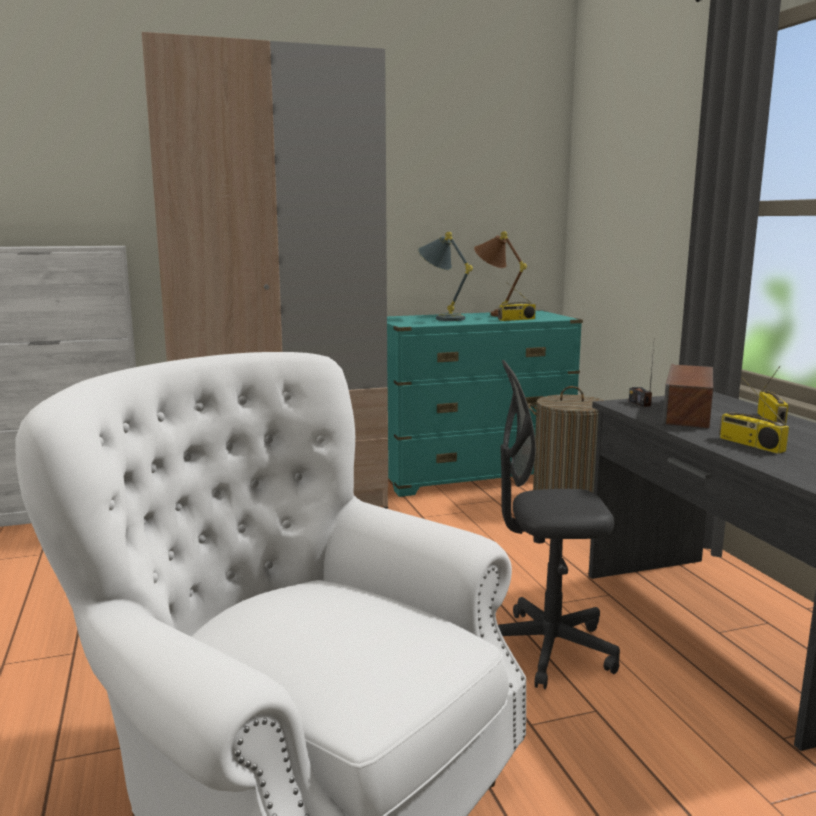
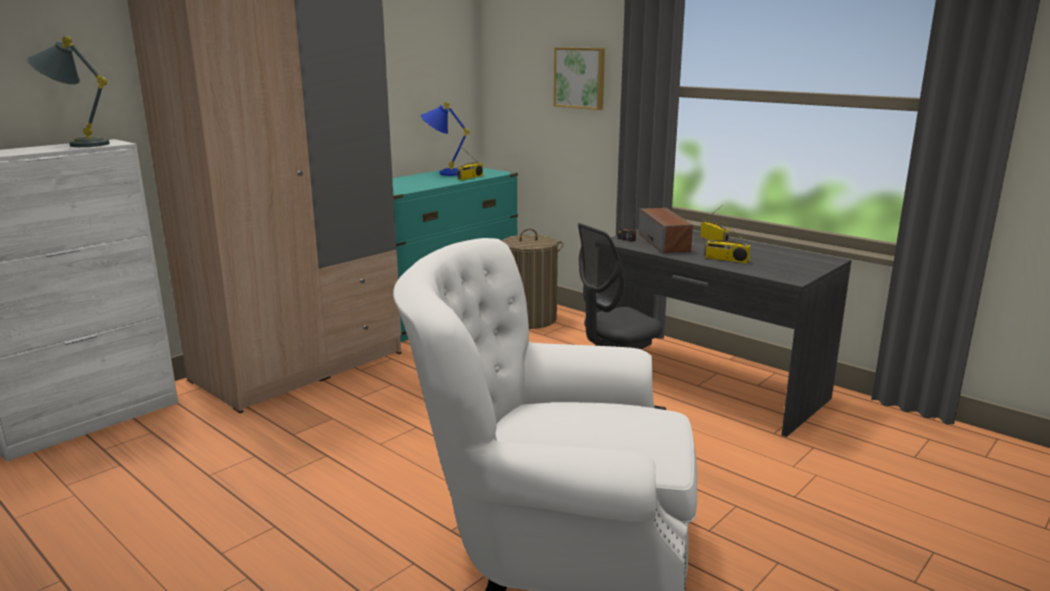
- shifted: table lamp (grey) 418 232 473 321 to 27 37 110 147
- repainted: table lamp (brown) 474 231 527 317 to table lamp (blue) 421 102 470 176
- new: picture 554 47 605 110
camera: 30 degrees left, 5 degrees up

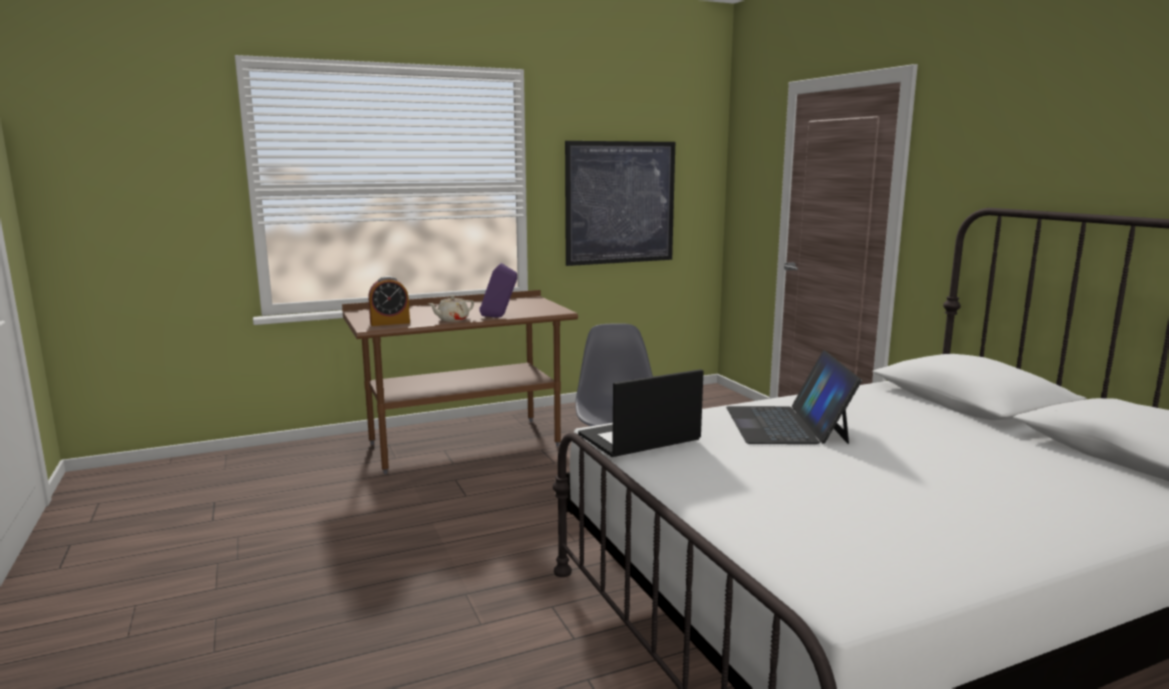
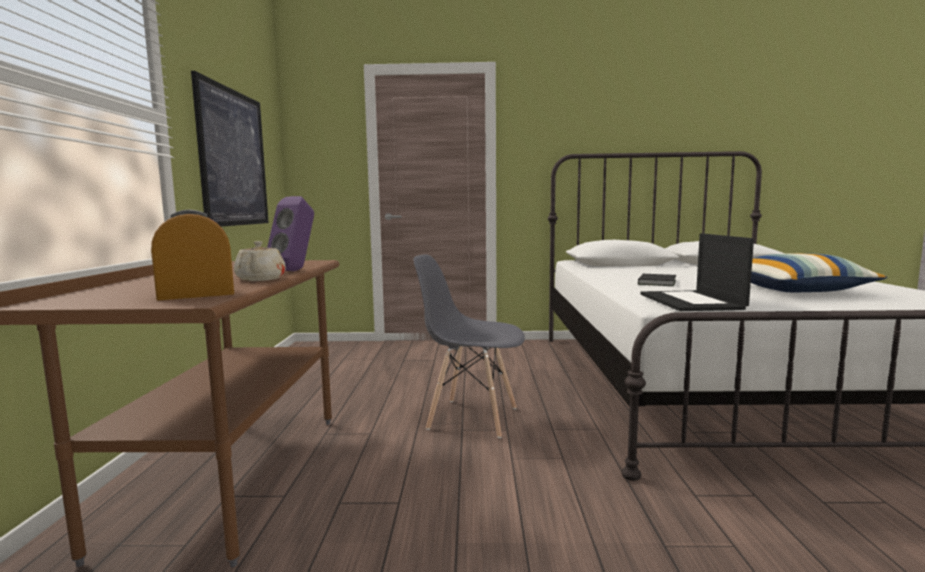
- rotated: alarm clock 368 276 410 326 = 151 209 234 300 120 degrees counterclockwise
- swapped: laptop 726 350 862 444 to book (black) 638 274 676 286
- new: pillow 751 253 887 292
camera: 65 degrees left, 5 degrees down

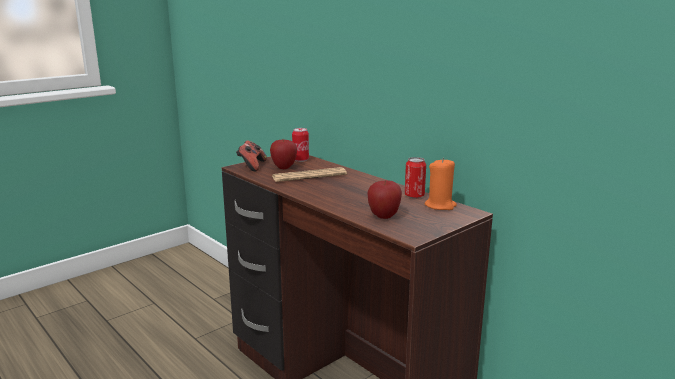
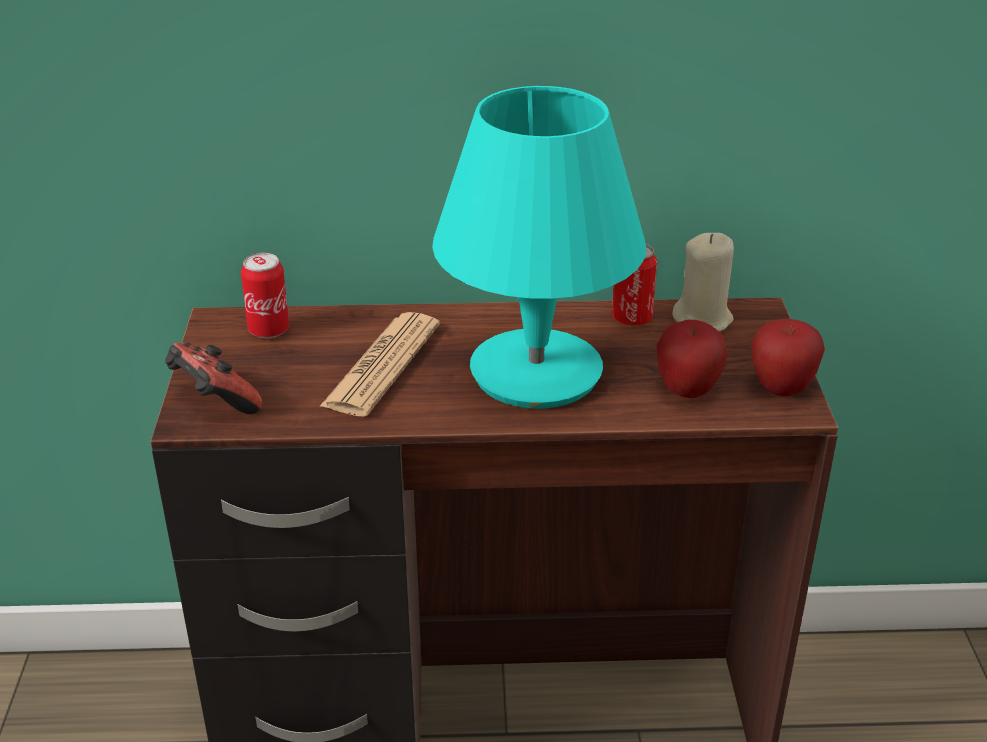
- new: table lamp (turquoise) 432 86 646 409
- repainted: candle (orange) 425 158 457 210 to candle (beige) 672 233 734 332
- shifted: apple 270 140 297 169 to 751 319 825 396
camera: 50 degrees left, 15 degrees up

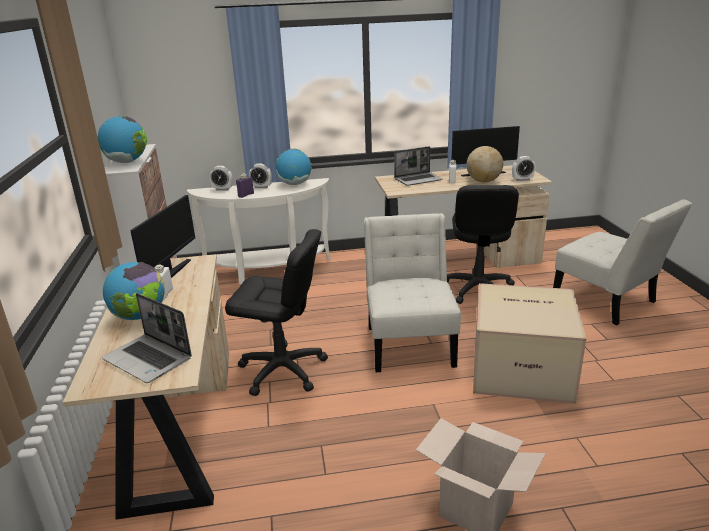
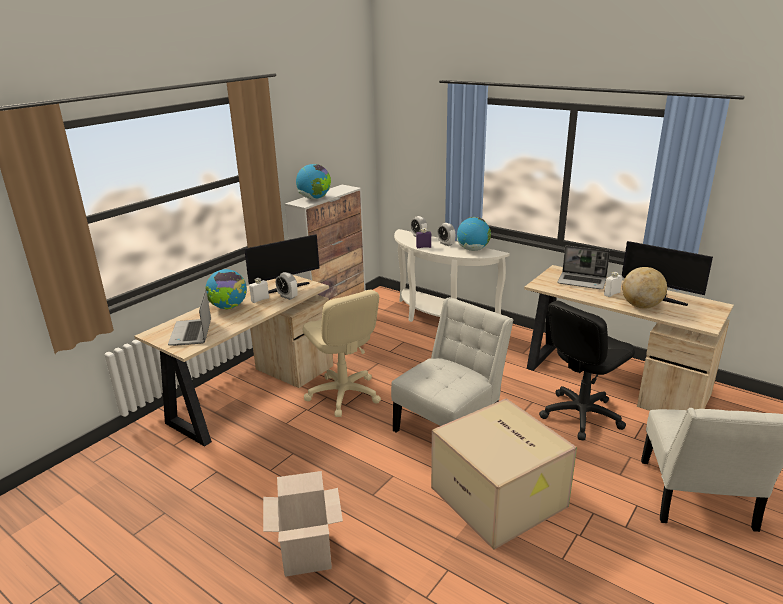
- shifted: alarm clock 512 156 535 181 to 276 272 298 300
- repainted: office chair (black) 225 229 328 396 to office chair (beige) 303 290 381 417
camera: 45 degrees right, 0 degrees up

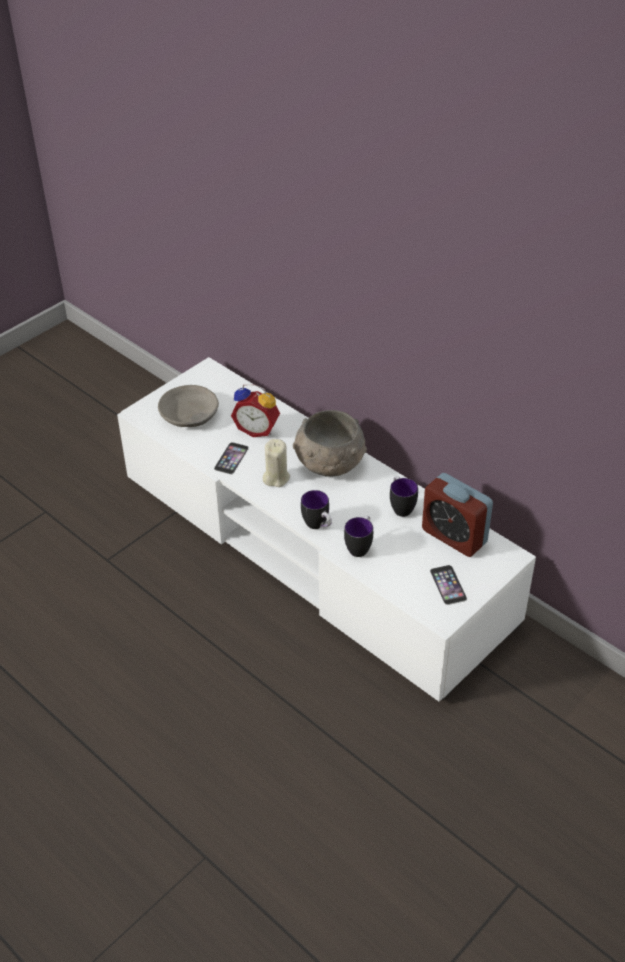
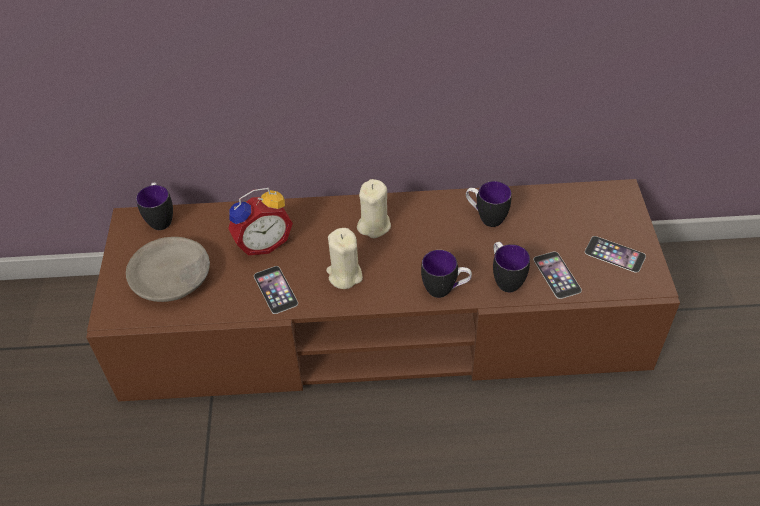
- repainted: tv stand (white) 117 357 536 701 to tv stand (brown) 86 179 680 402
- new: mug 136 182 173 230
- swapped: bowl (grey) 293 410 367 477 to candle (beige) 357 179 391 238
- new: phone 533 251 582 299
- gone: alarm clock 422 473 493 557
camera: 45 degrees left, 5 degrees up

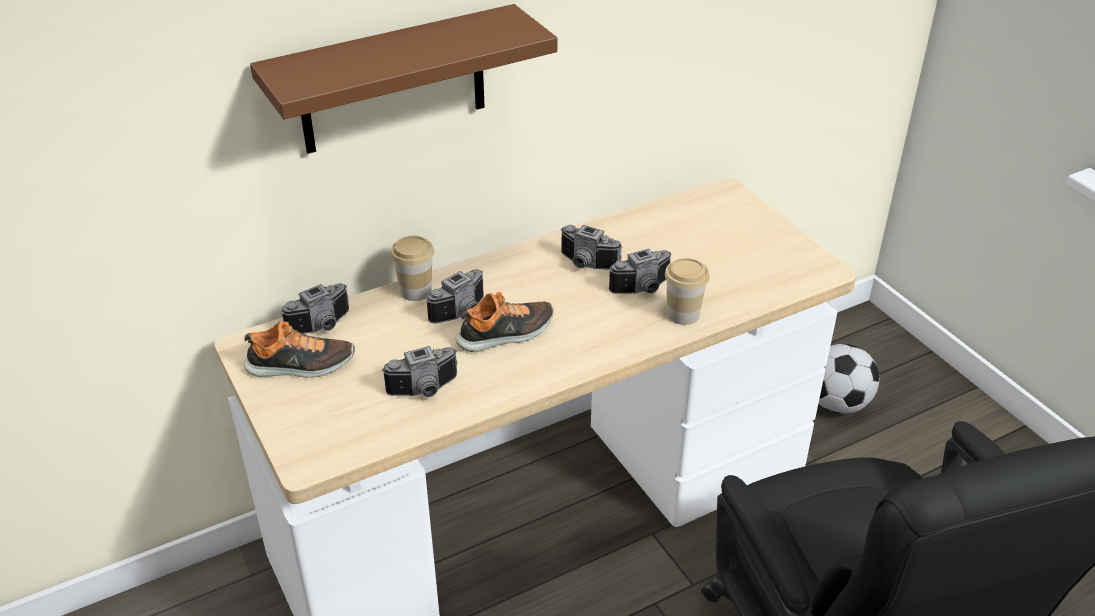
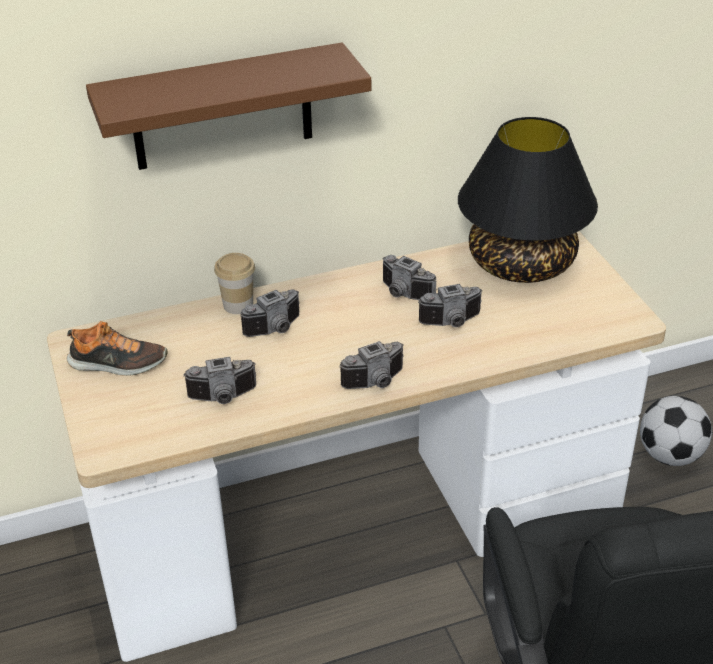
- shifted: photo camera 281 283 349 334 to 340 341 404 389
- new: table lamp (black) 458 117 598 283
- gone: shoe 455 292 554 352
- gone: cup 665 258 710 325
camera: 10 degrees right, 0 degrees up

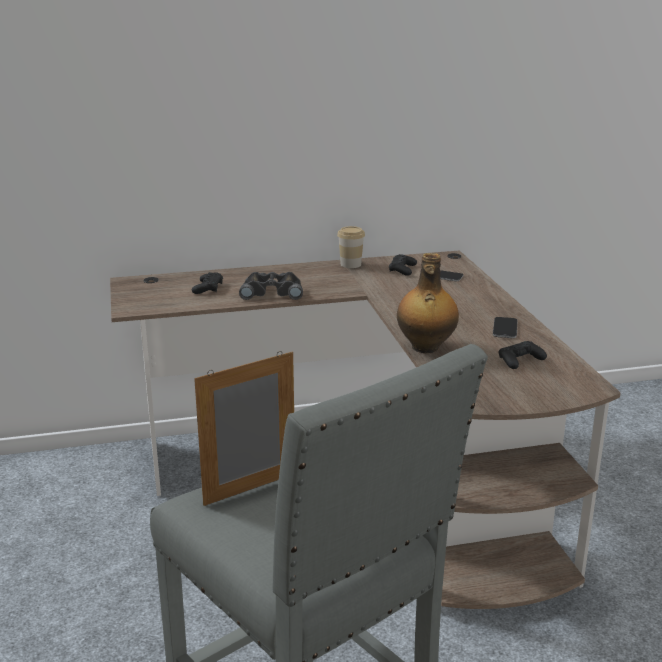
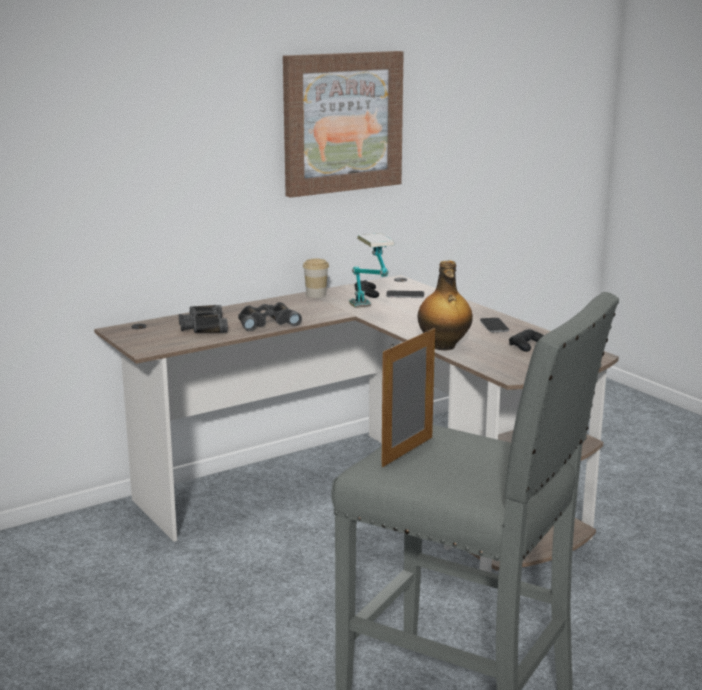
- swapped: game controller (black) 192 272 223 294 to binoculars (black) 179 305 228 333
- new: picture 283 51 404 198
- new: table lamp 349 233 394 308
camera: 20 degrees left, 5 degrees down

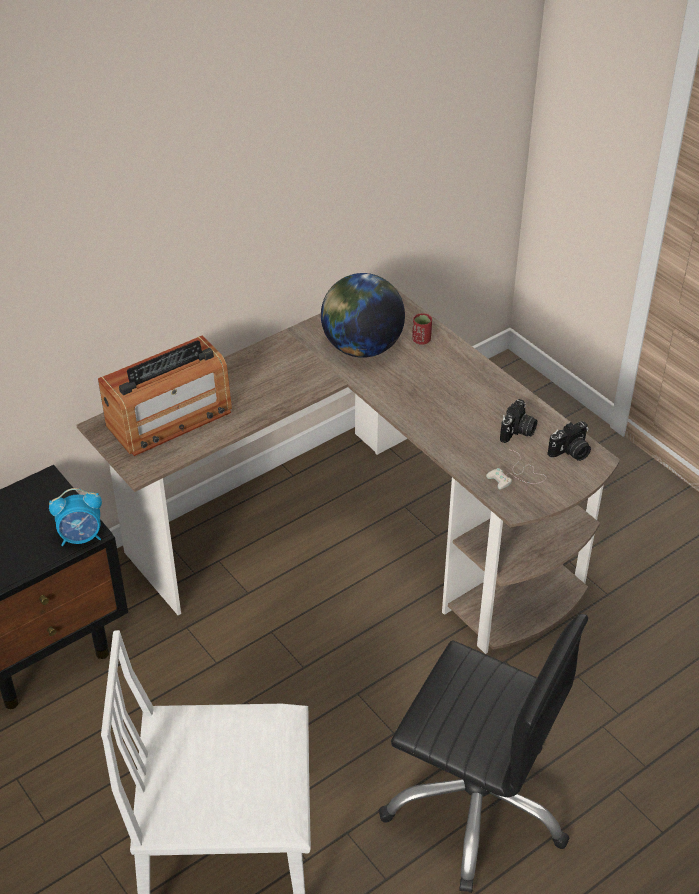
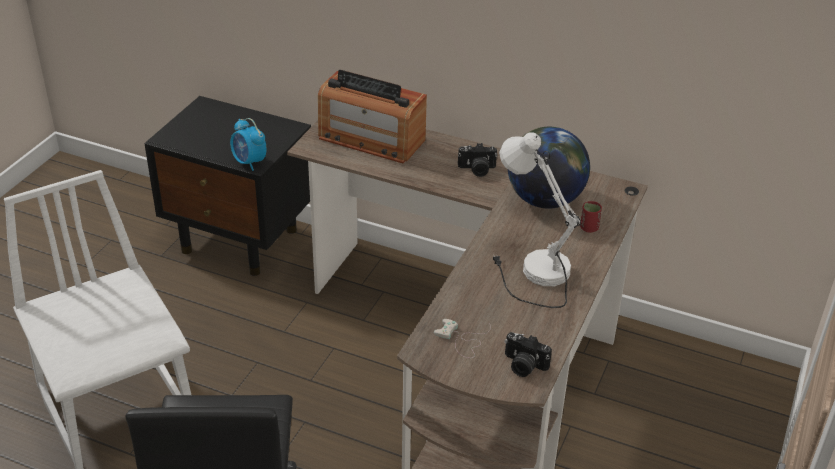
- shifted: photo camera 500 399 537 443 to 458 143 497 177
- new: table lamp (white) 493 132 581 308
camera: 60 degrees right, 5 degrees down

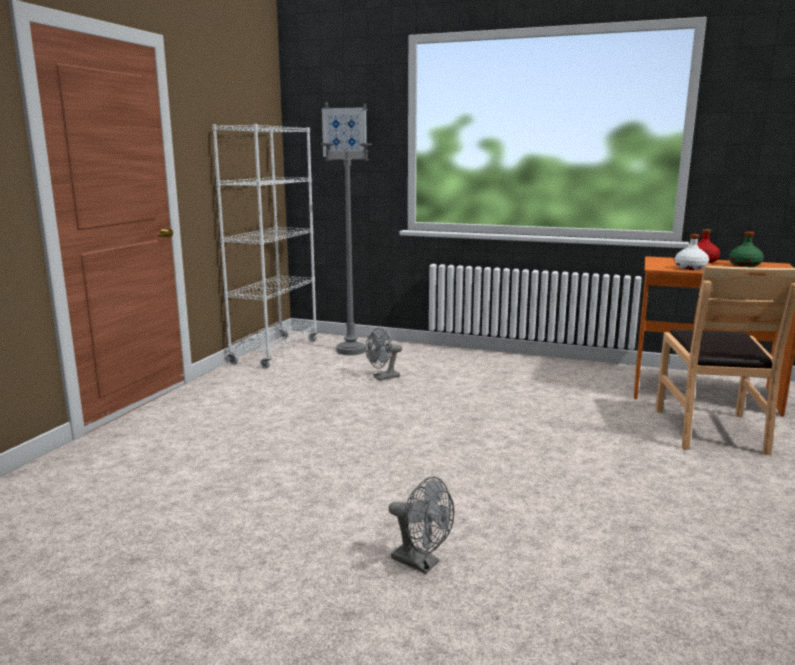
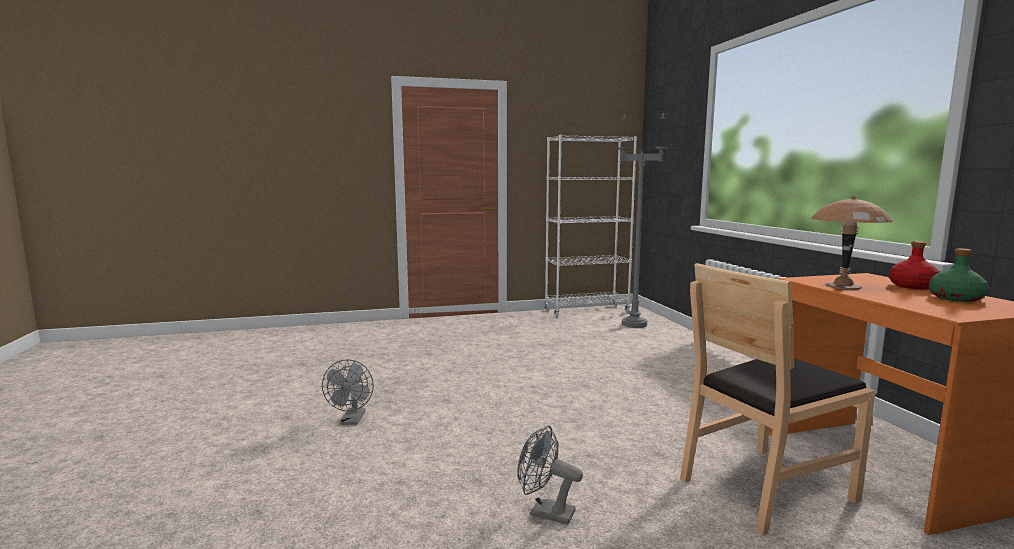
- shifted: fan (grey) 366 328 402 381 to 517 425 583 525
- swapped: bottle (white) 675 234 709 270 to table lamp (brown) 811 196 893 290
- gone: picture 322 107 367 157
camera: 55 degrees right, 5 degrees down

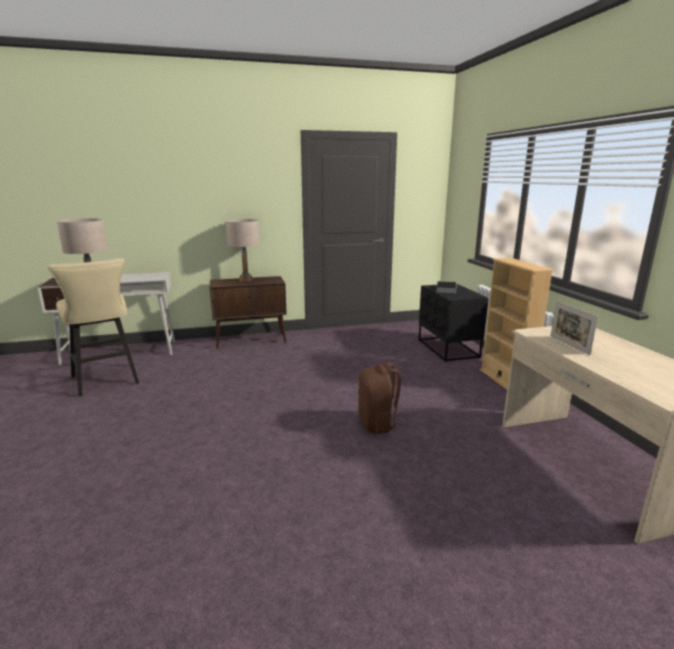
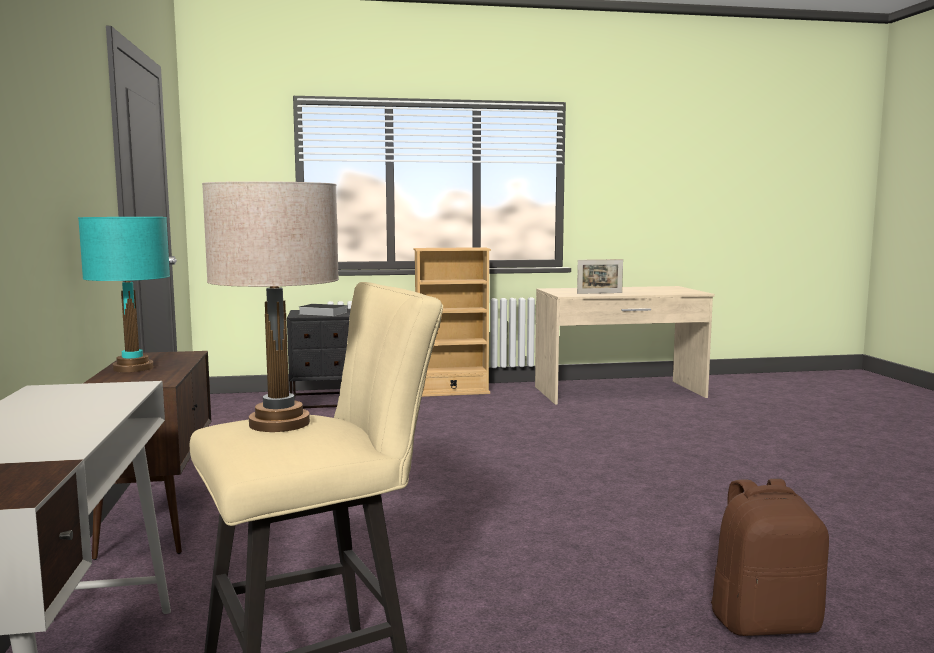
- repainted: table lamp (beige) 226 219 259 282 to table lamp (turquoise) 78 217 170 372
- shifted: backpack (brown) 358 362 406 434 to 711 479 829 636
camera: 85 degrees left, 10 degrees down

